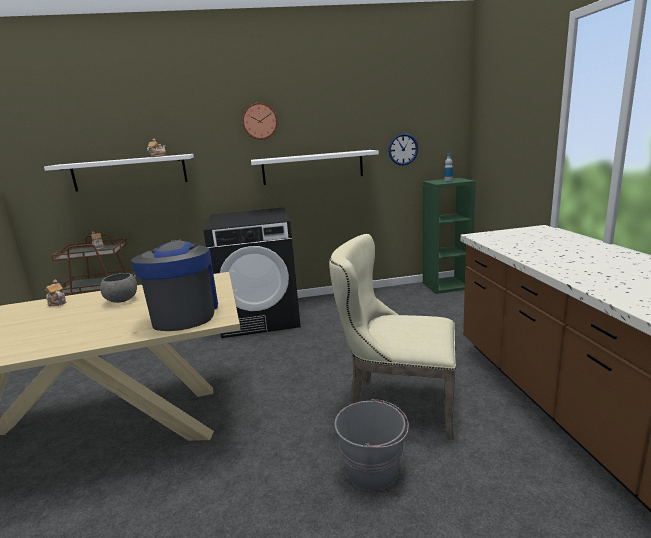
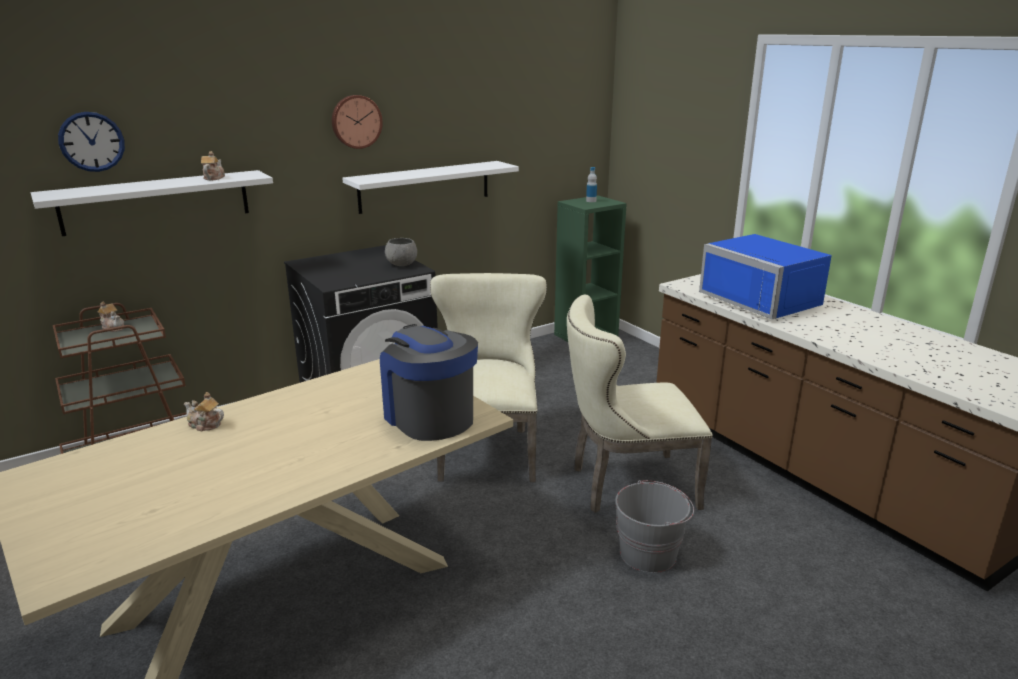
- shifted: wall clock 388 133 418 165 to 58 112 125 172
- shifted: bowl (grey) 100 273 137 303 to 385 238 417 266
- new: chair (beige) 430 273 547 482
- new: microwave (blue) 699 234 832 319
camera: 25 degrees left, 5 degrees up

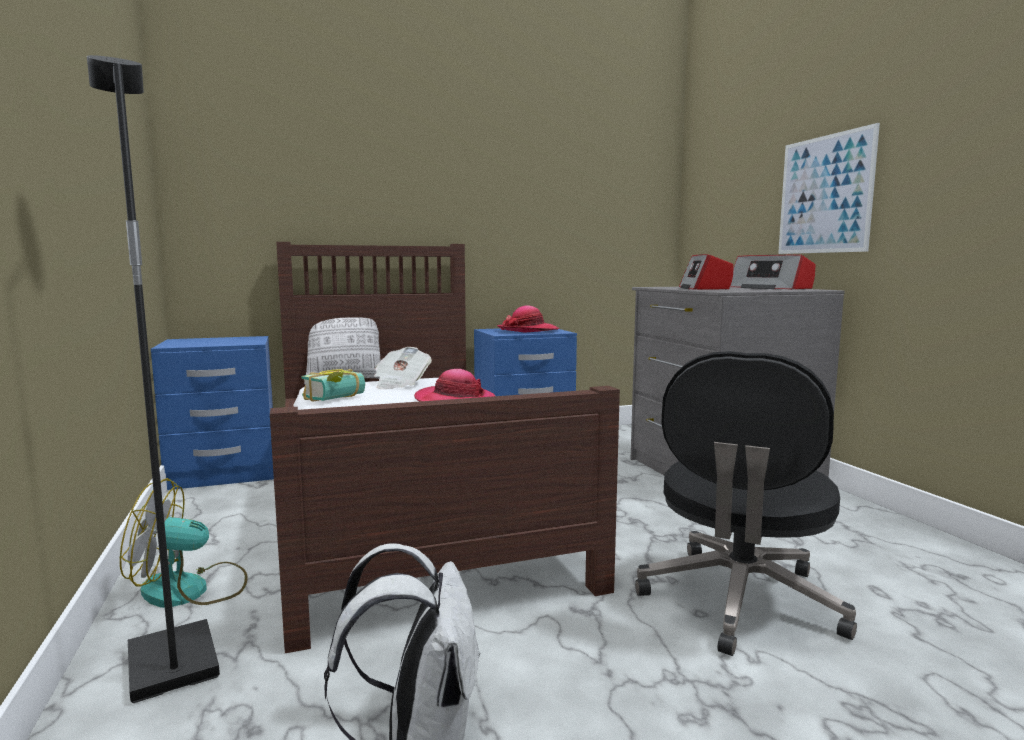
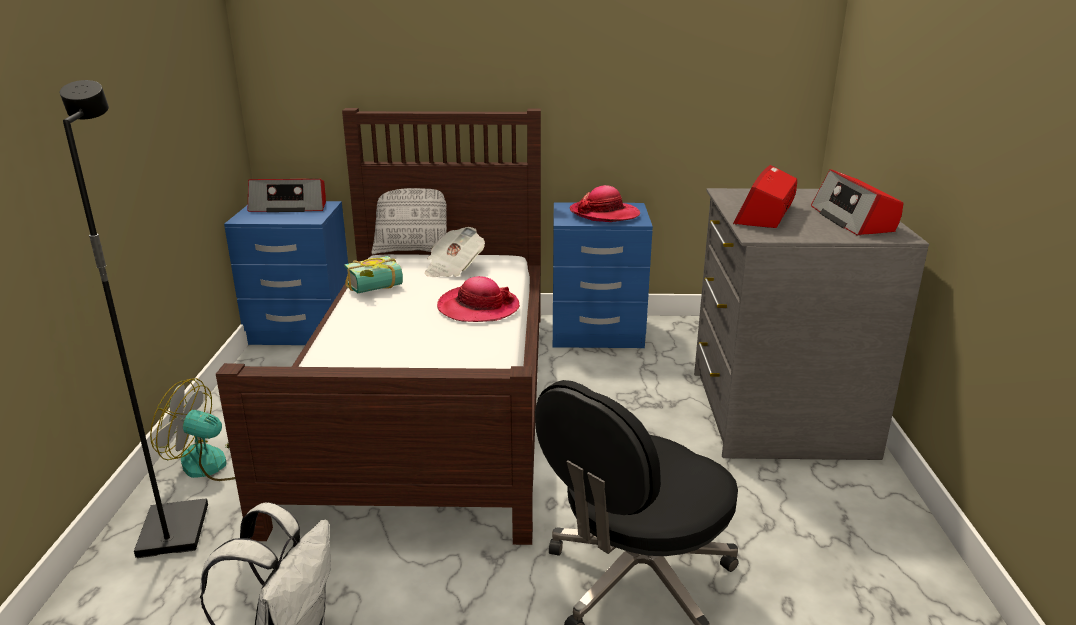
- new: radio 248 179 326 212
- gone: picture 778 123 880 254
camera: 20 degrees right, 15 degrees up

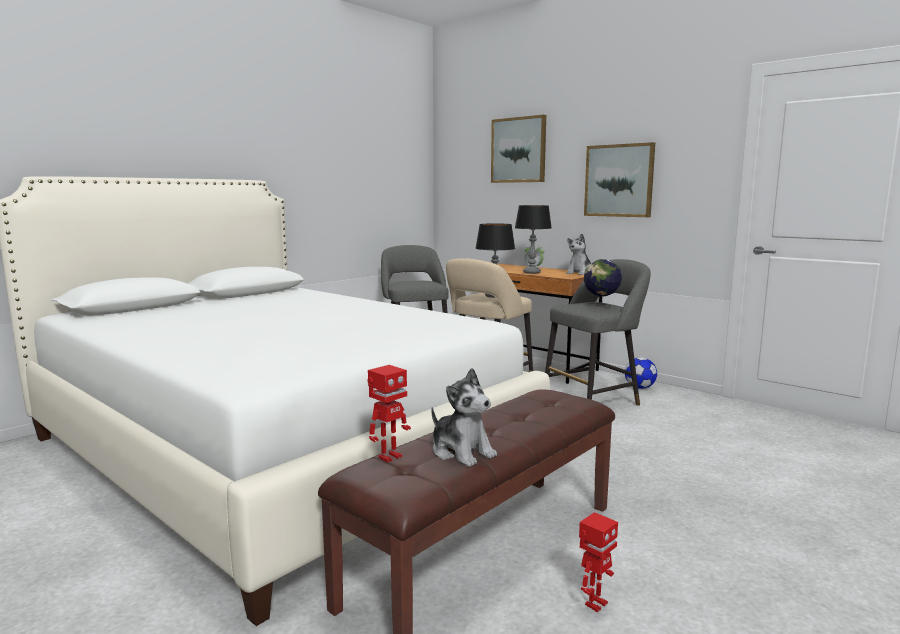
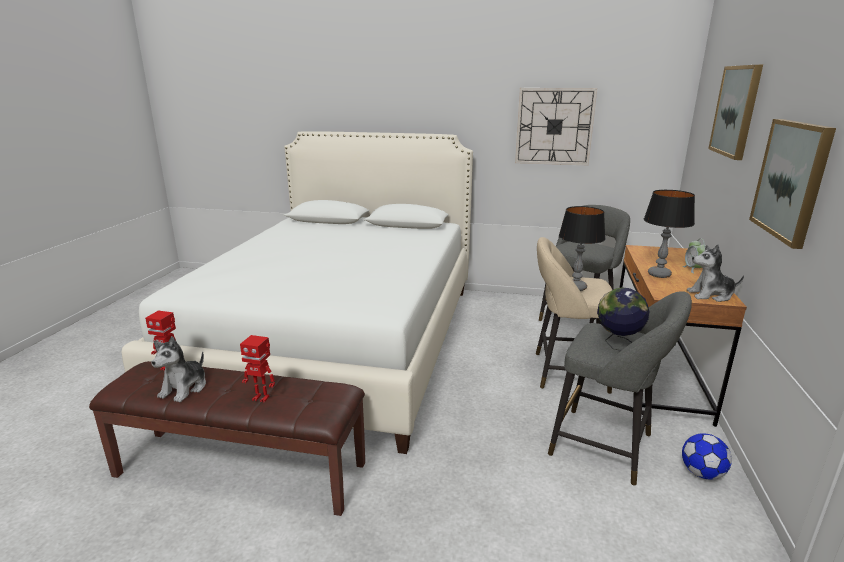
- shifted: toy robot 579 512 618 613 to 240 335 275 403
- new: wall clock 515 88 597 165
camera: 60 degrees right, 10 degrees up

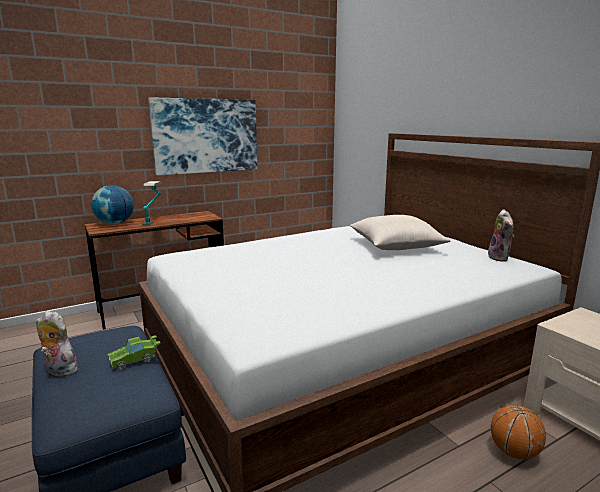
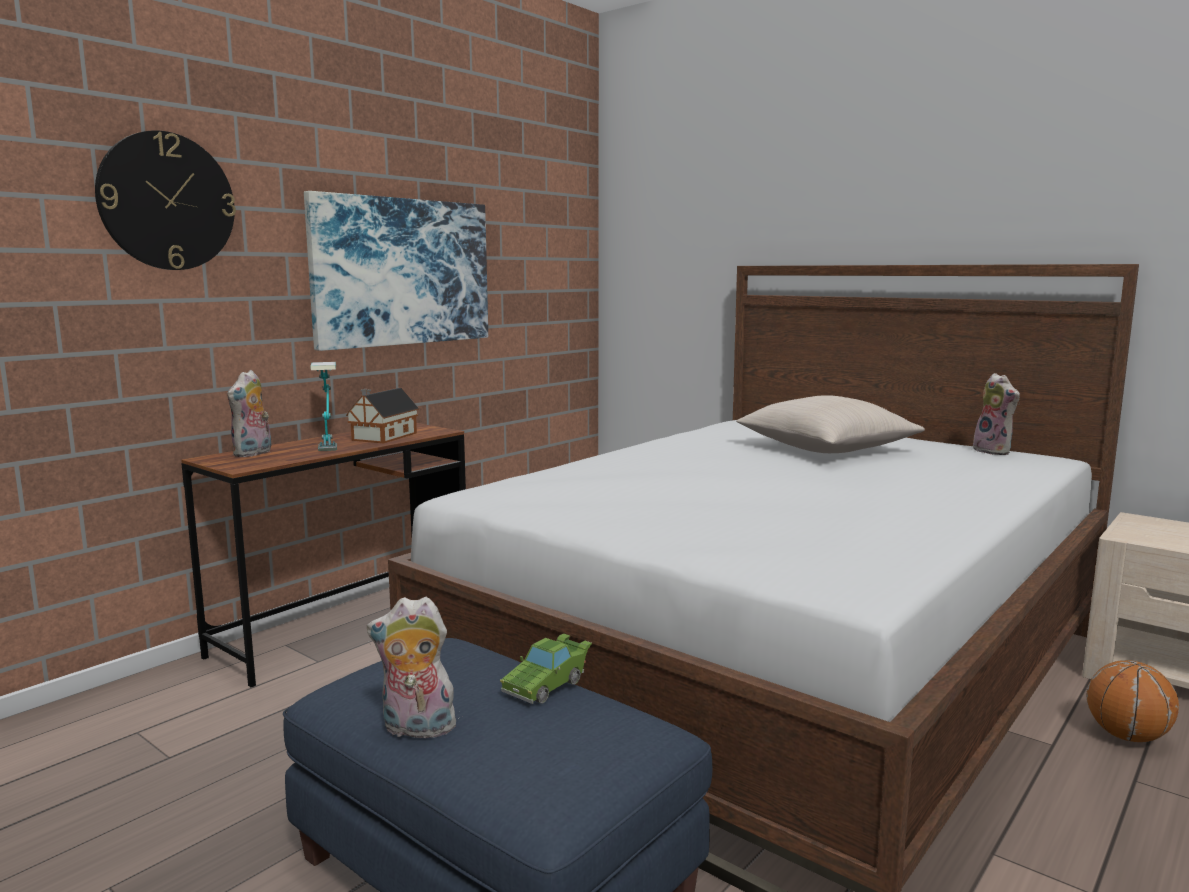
- new: wall clock 95 130 236 270
- swapped: globe 91 185 134 224 to plush toy 227 370 271 457
- new: toy house 346 388 419 443
camera: 20 degrees left, 5 degrees down

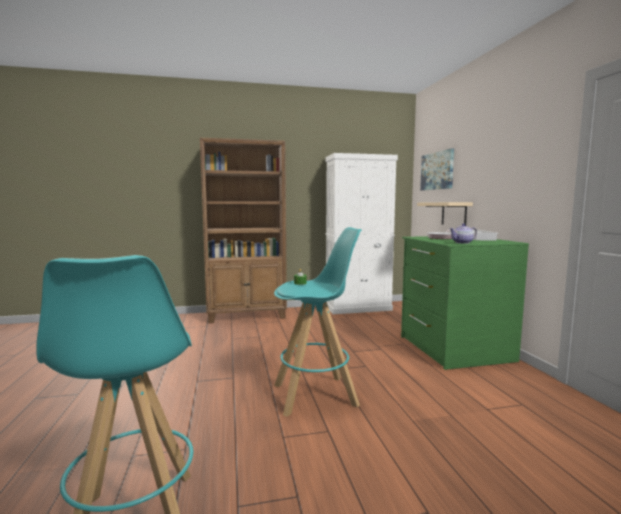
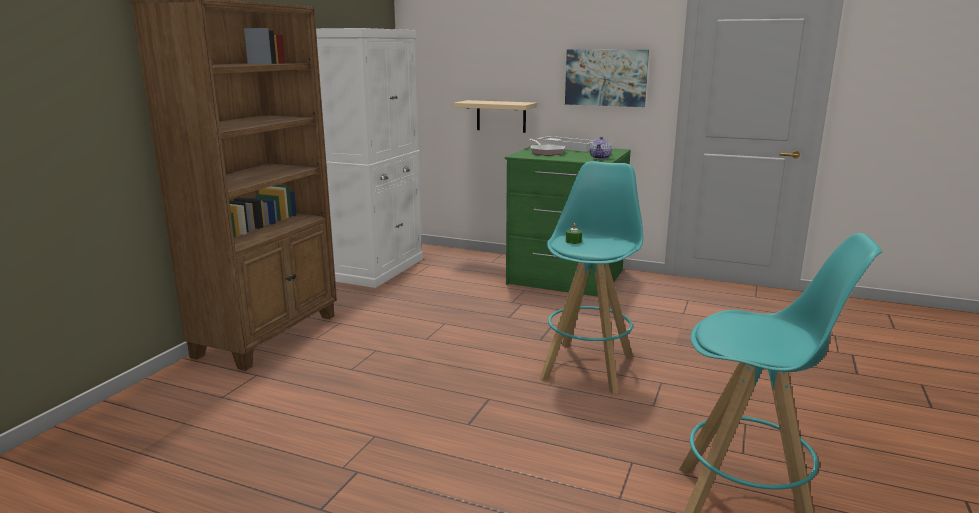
- shifted: picture 420 149 454 190 to 565 49 649 107
camera: 55 degrees left, 10 degrees up

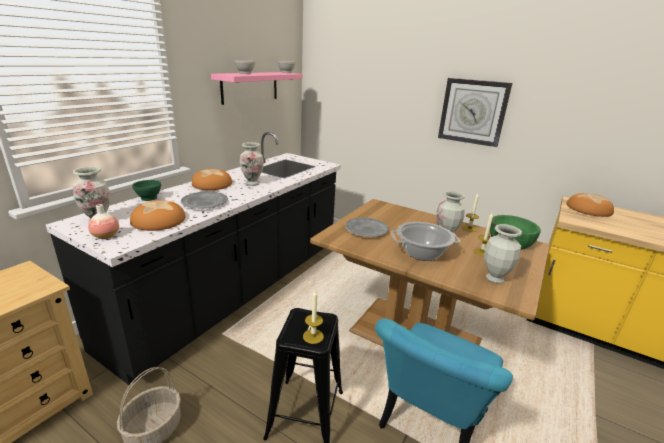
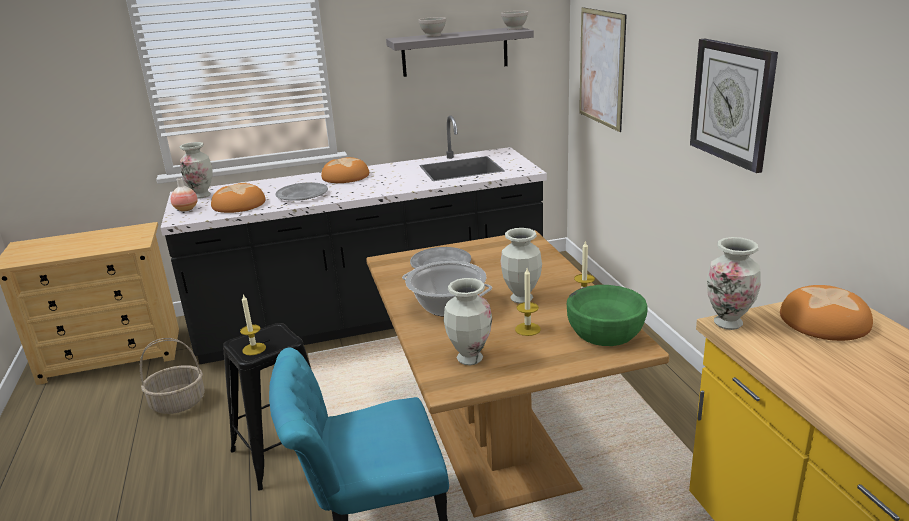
- repainted: shelf (pink) 211 72 302 105 to shelf (grey) 386 28 534 77
- new: picture 579 7 627 132
- shifted: vase 240 142 264 186 to 707 237 761 330
- gone: bowl (green) 132 180 161 201
camera: 45 degrees right, 0 degrees up

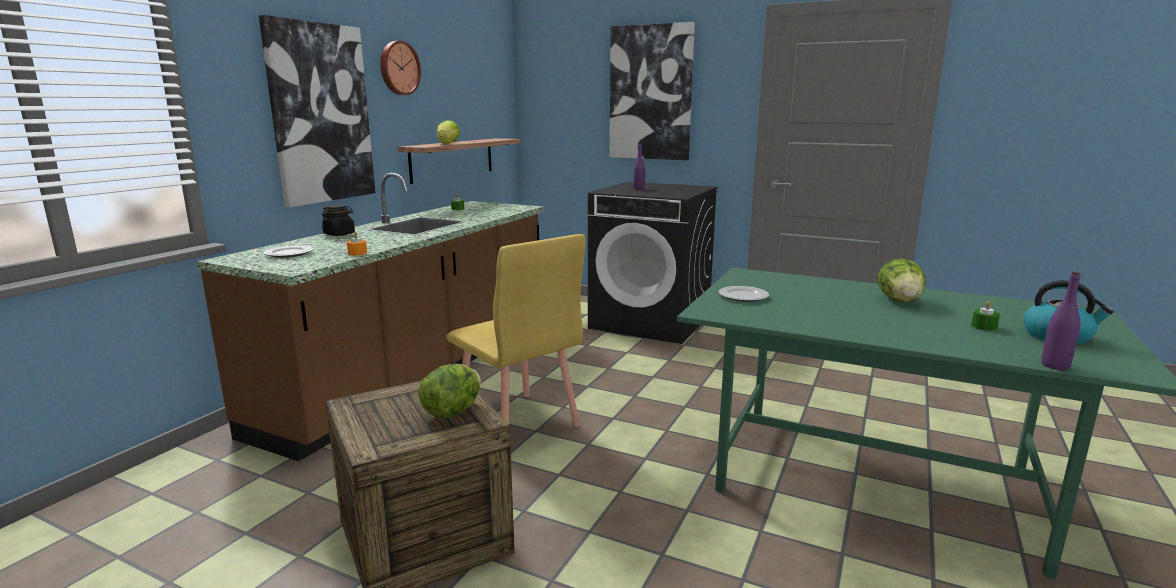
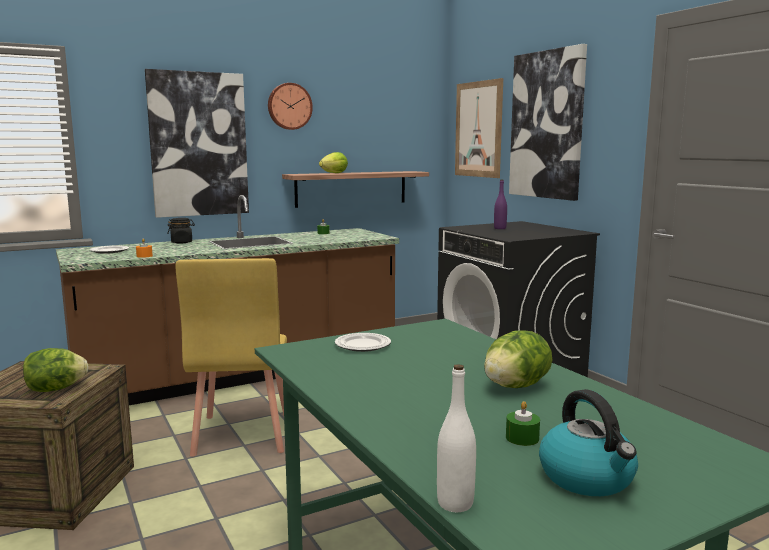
- repainted: bottle (purple) 1041 272 1081 370 to bottle (white) 437 364 476 512
- new: picture 455 78 503 178
camera: 35 degrees right, 5 degrees down

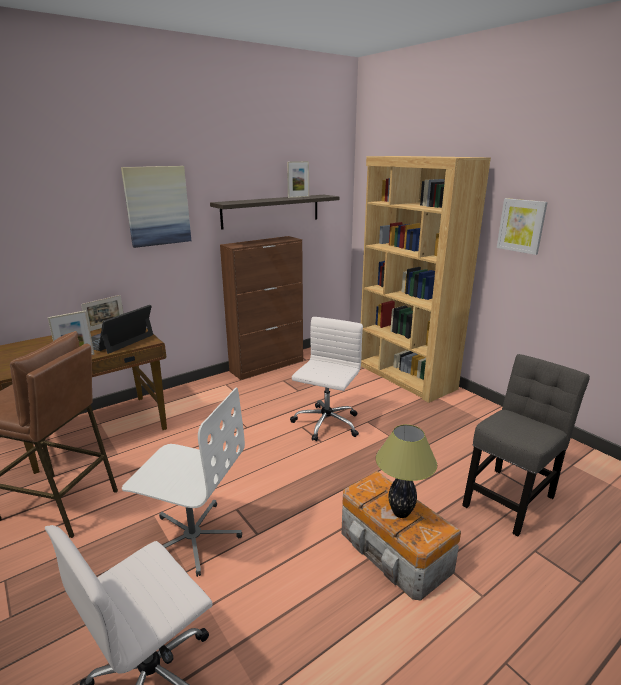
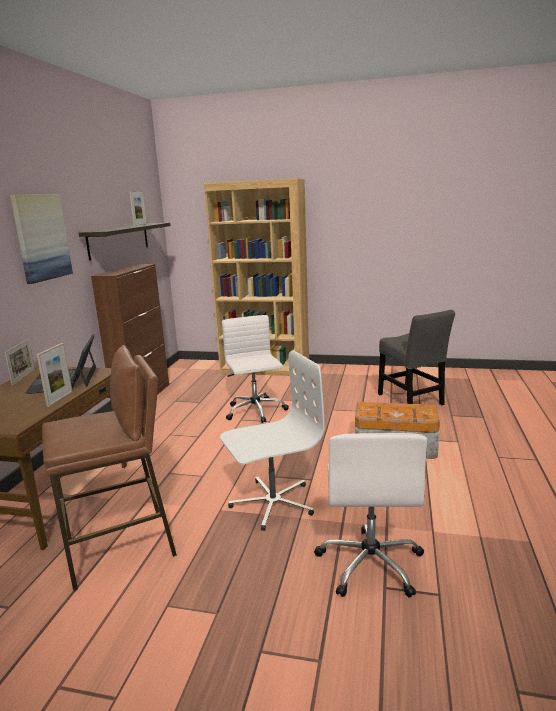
- rotated: chair (grey) 462 354 590 536 = 378 310 455 405 150 degrees clockwise
- gone: table lamp 376 424 437 518
- gone: picture 497 198 548 255
camera: 40 degrees left, 5 degrees down

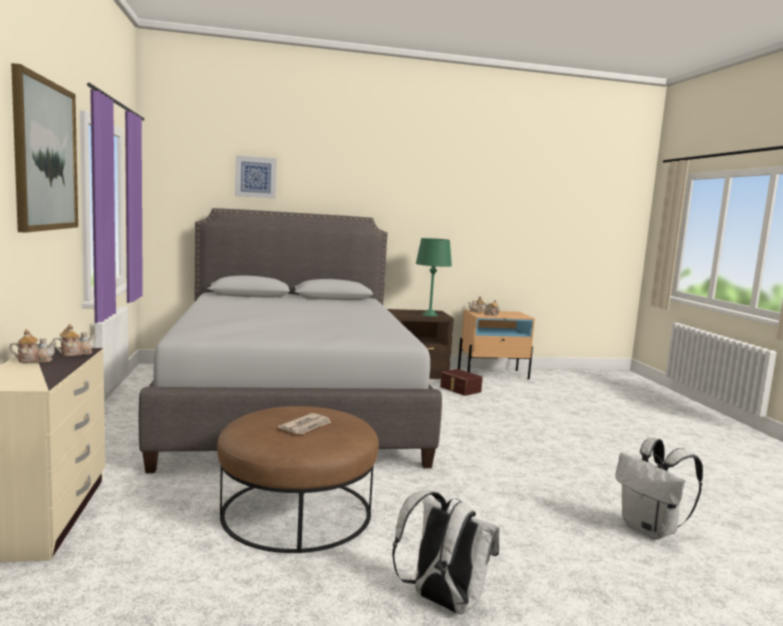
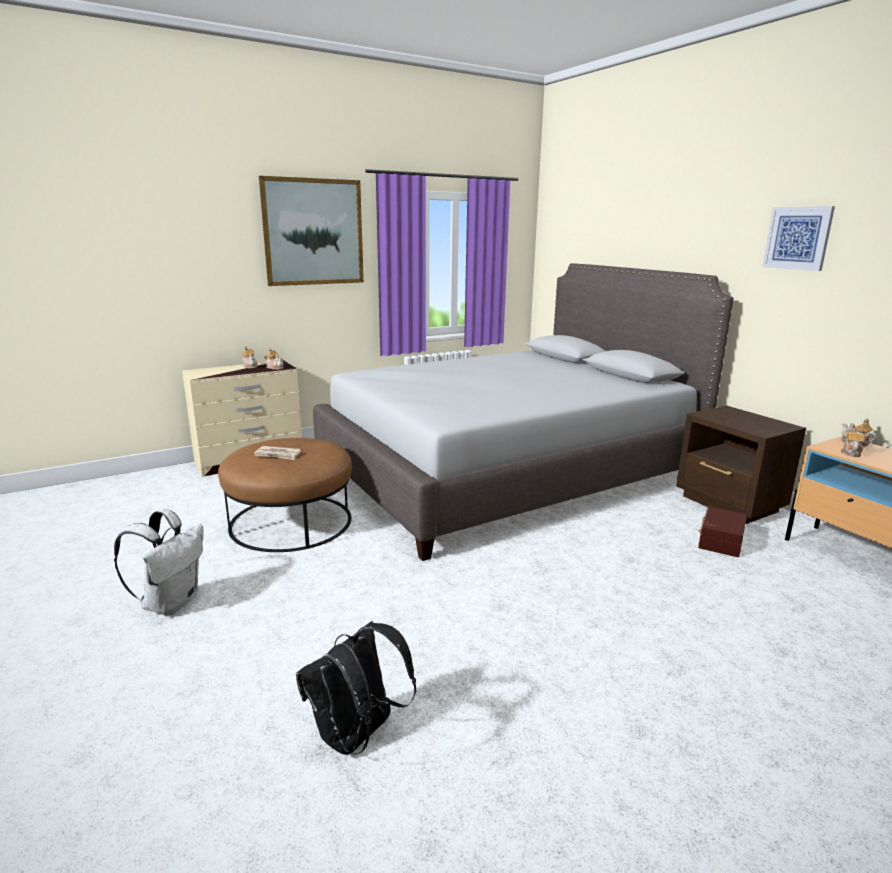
- repainted: backpack (white) 615 438 703 539 to backpack (black) 296 621 416 755
- shifted: picture 235 155 277 199 to 762 206 835 271
- gone: table lamp (green) 416 238 452 316
camera: 70 degrees right, 10 degrees up

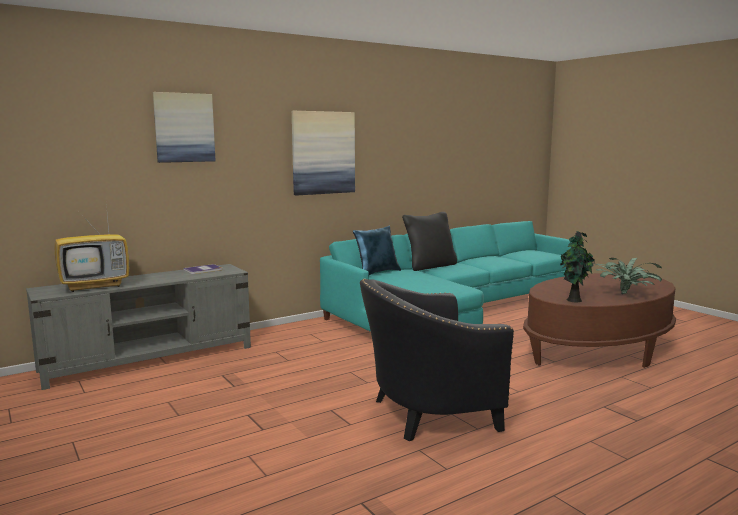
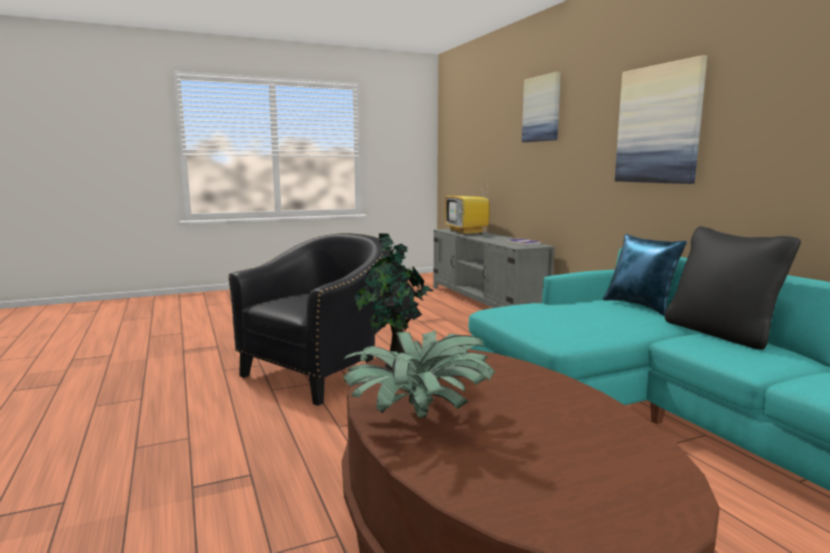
- rotated: armchair (black) 360 279 514 441 = 228 233 385 406 45 degrees clockwise
camera: 100 degrees right, 0 degrees up

